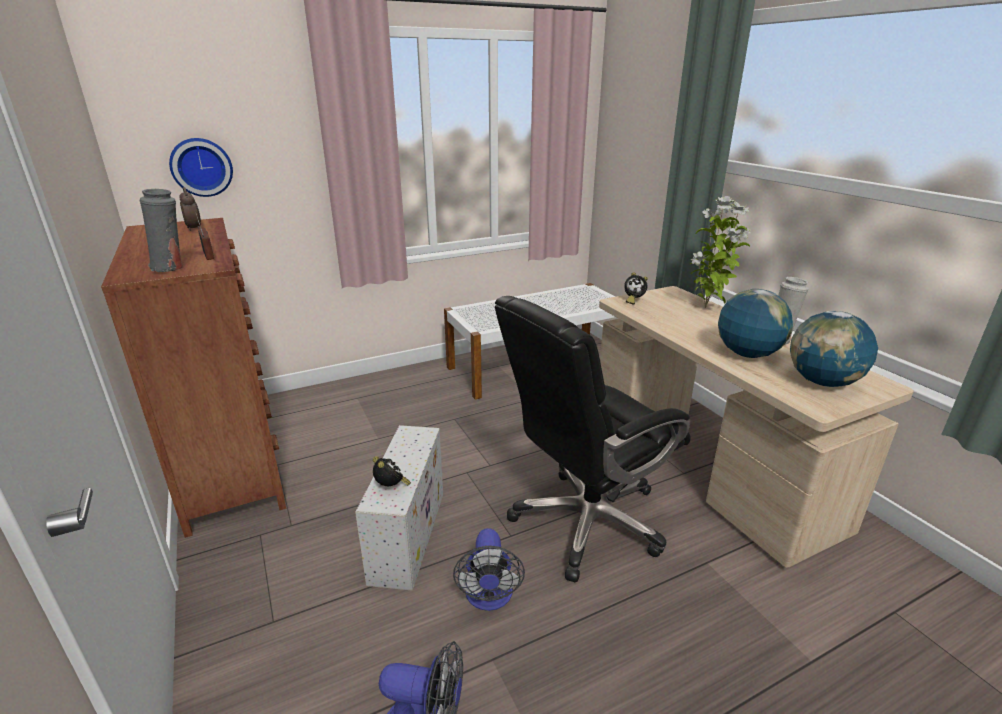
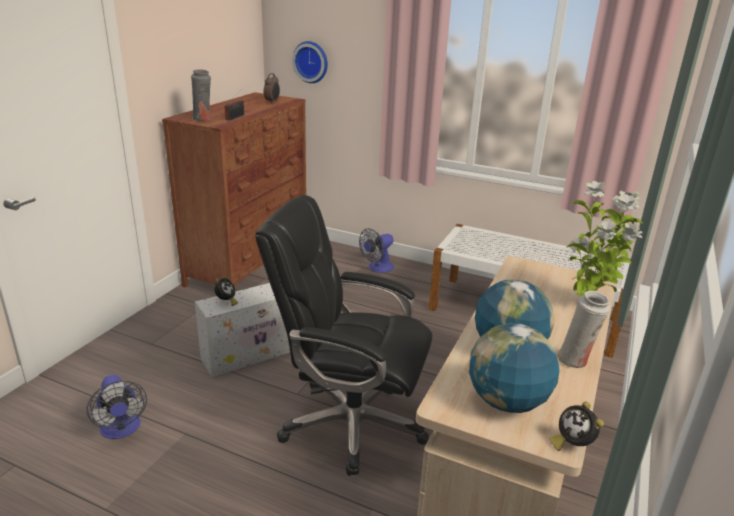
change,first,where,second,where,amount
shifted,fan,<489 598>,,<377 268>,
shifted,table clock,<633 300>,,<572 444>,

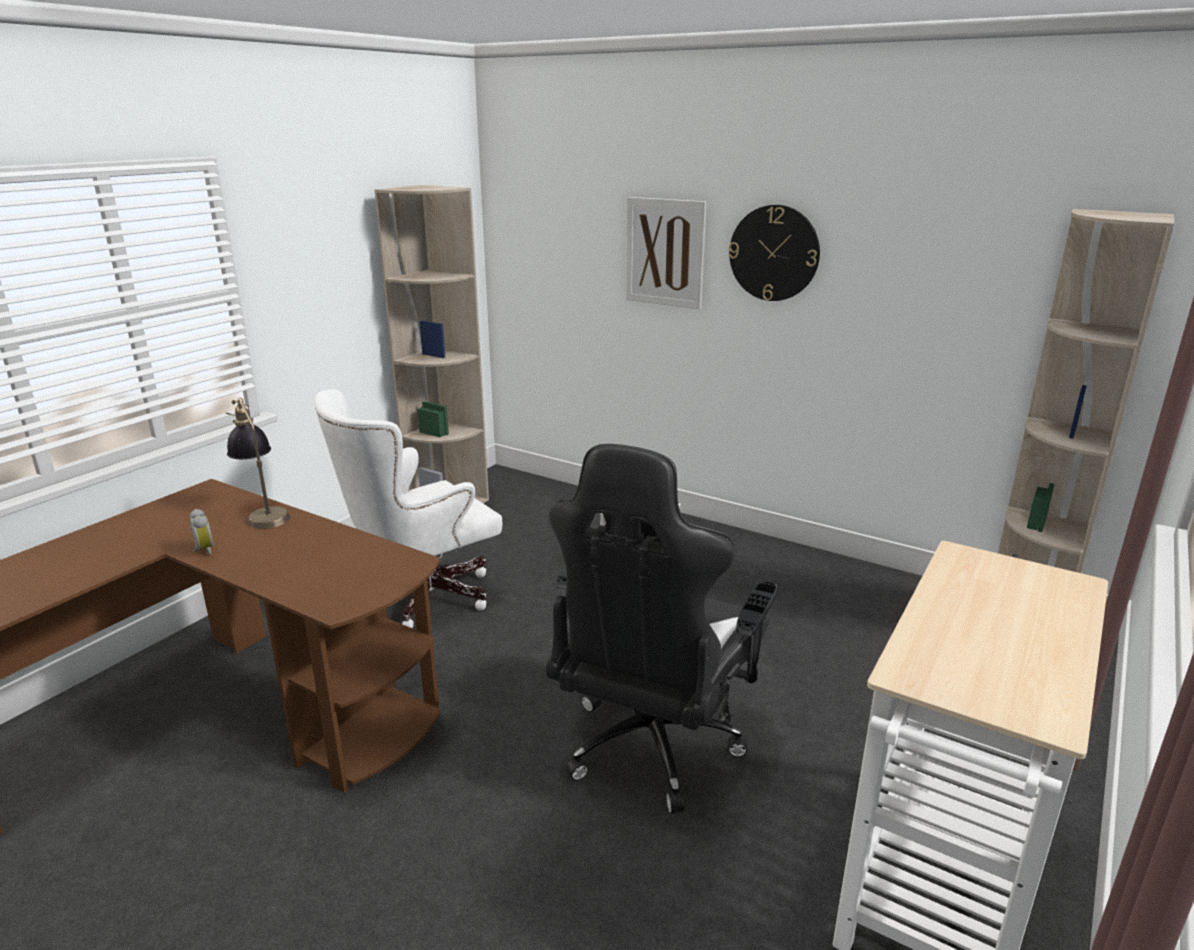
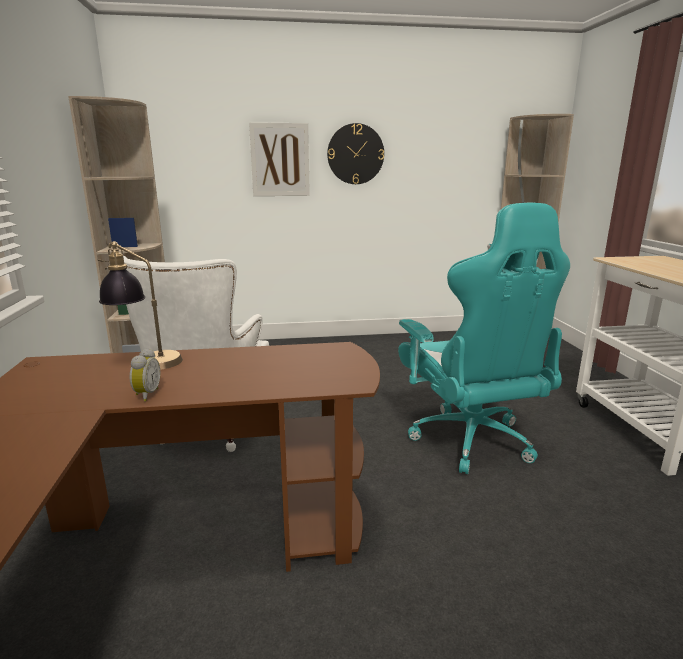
change,first,where,second,where,amount
repainted,black office chair,<655 738>,turquoise-coloured office chair,<467 436>,
rotated,table clock,<203 551>,,<146 395>,75 degrees clockwise

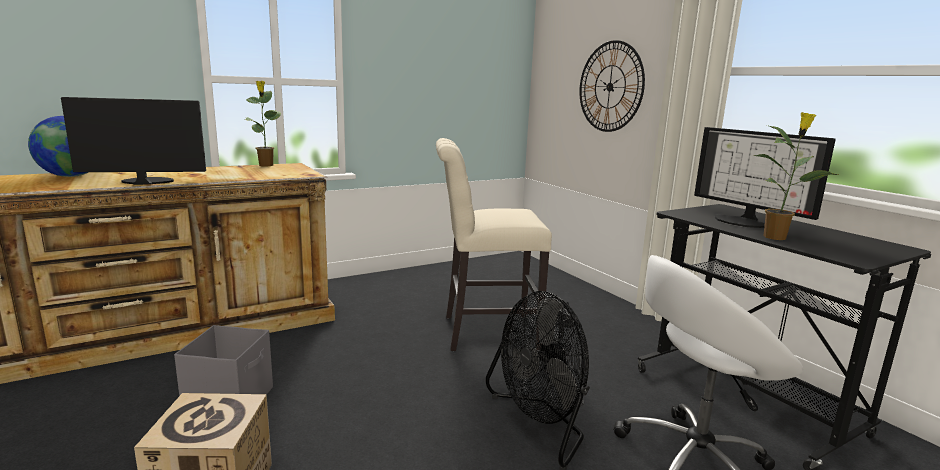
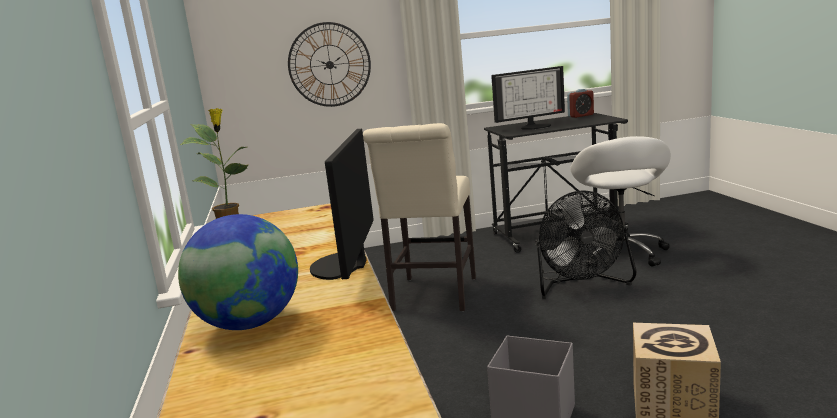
change,first,where,second,where,amount
gone,houseplant,<776 237>,,,
new,,,table clock,<580 115>,

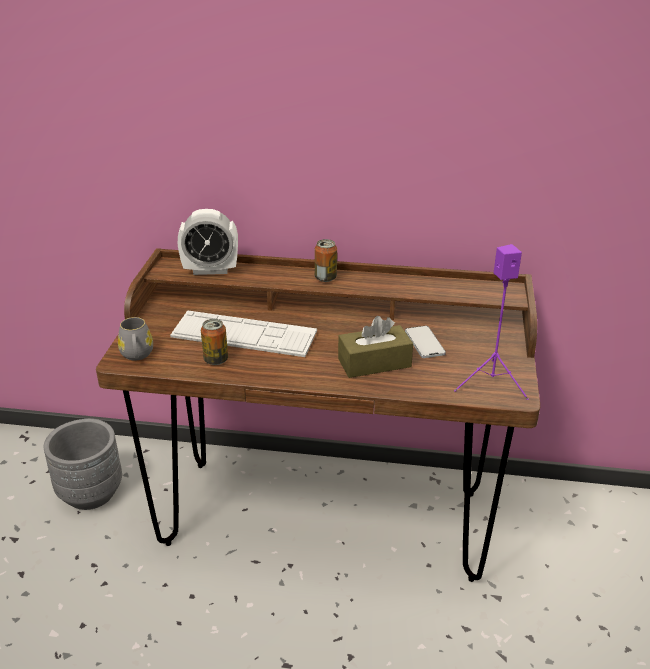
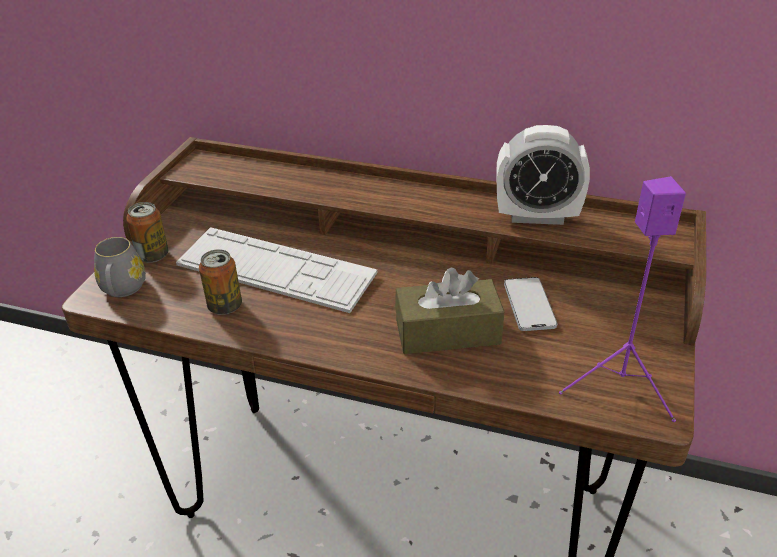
change,first,where,second,where,amount
gone,greyish planter,<91 493>,,,
shifted,table clock,<210 270>,,<536 216>,
shifted,can,<325 278>,,<153 255>,

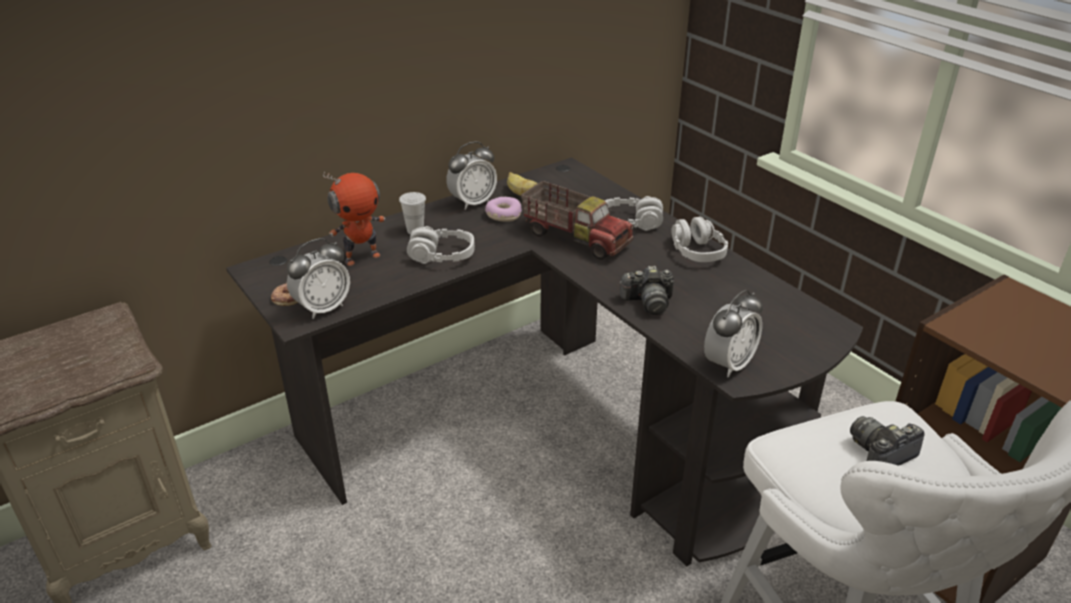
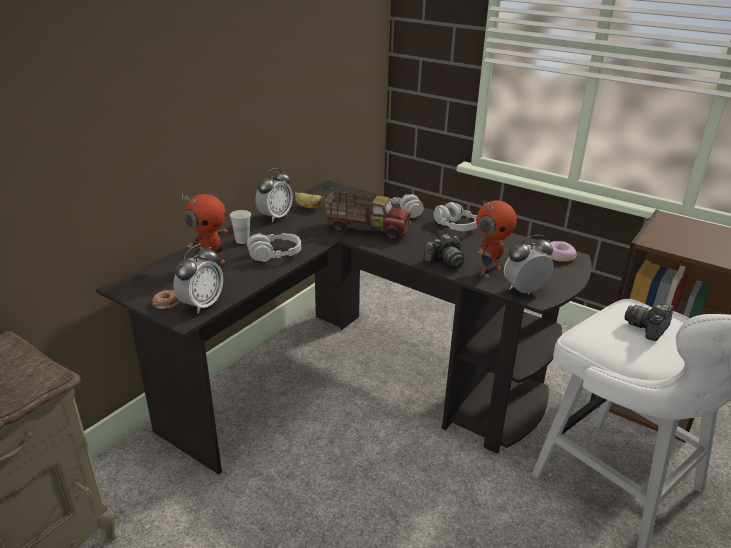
change,first,where,second,where,amount
new,,,model robot,<489 271>,
shifted,ring doughnut,<503 215>,,<558 256>,
rotated,table clock,<728 364>,,<524 290>,135 degrees counterclockwise

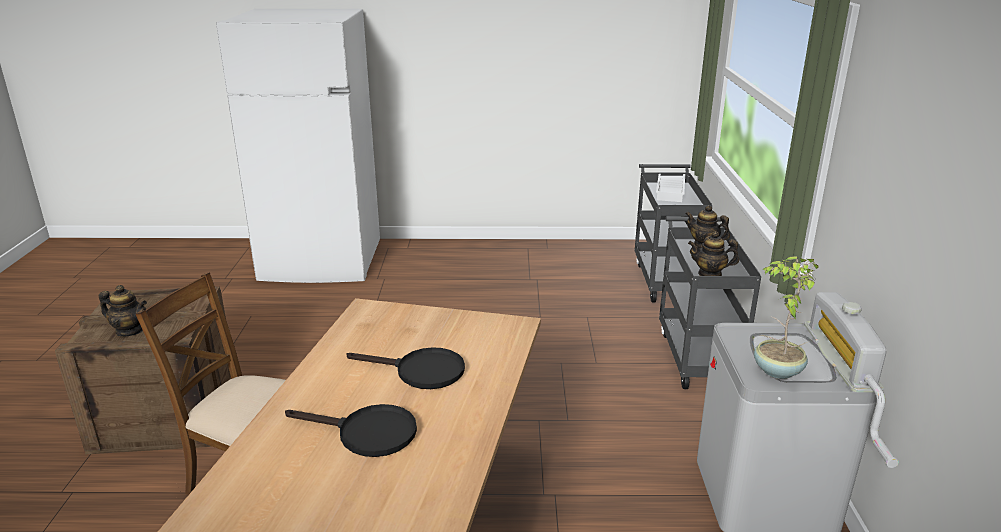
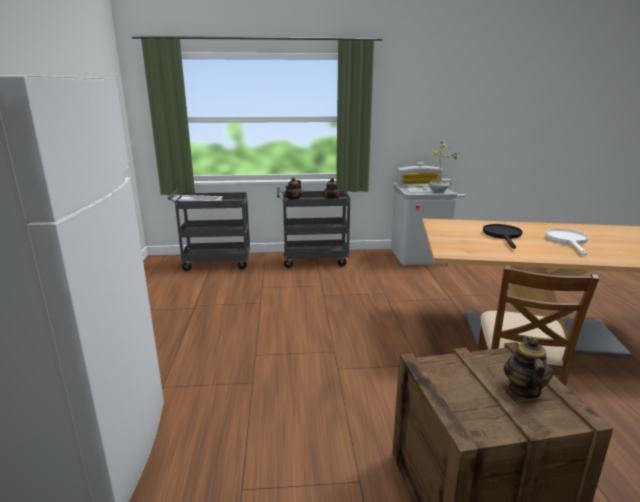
change,first,where,second,where,amount
repainted,black skillet,<367 433>,white skillet,<568 241>,

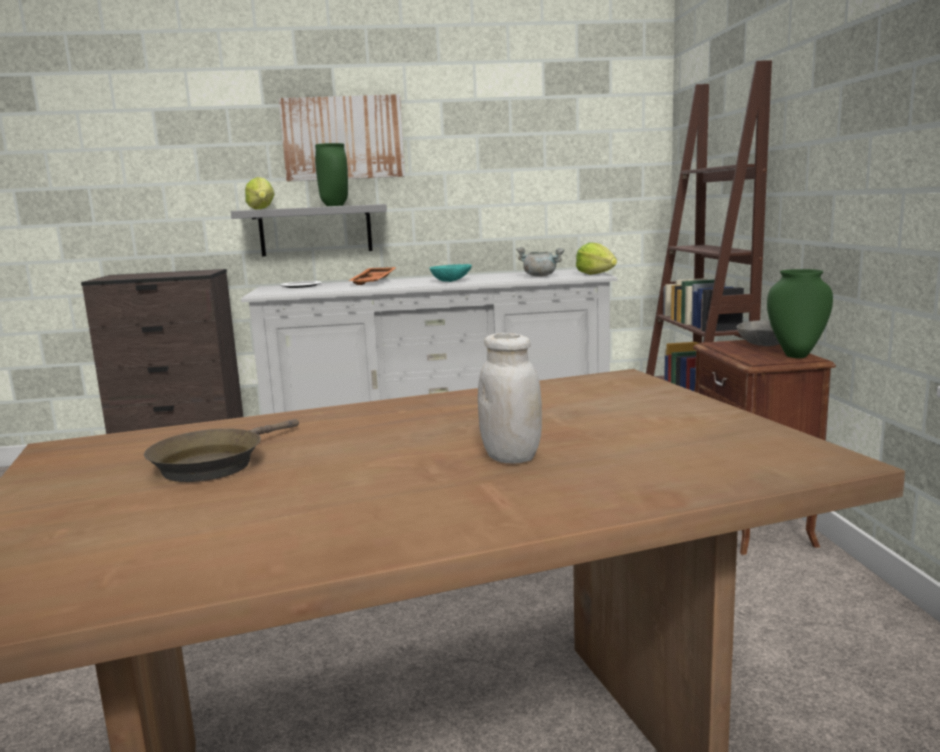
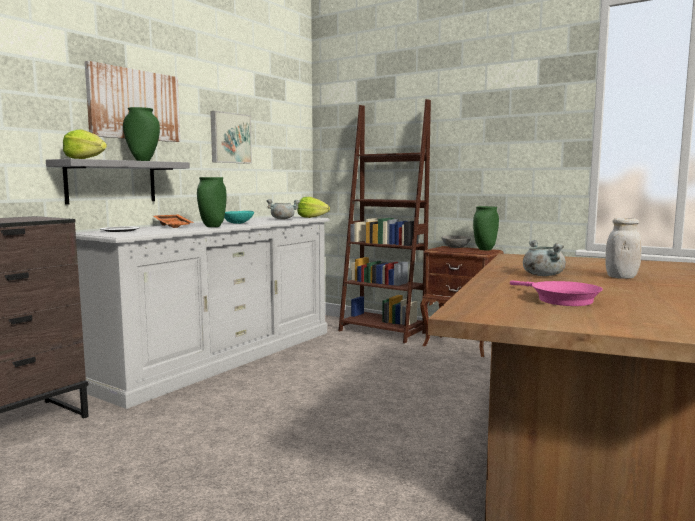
change,first,where,second,where,amount
new,,,green-coloured decorative vase,<213 226>,
new,,,picture,<229 138>,
new,,,greyish saucepot,<542 275>,
repainted,brownish skillet,<214 464>,pink-coloured skillet,<560 299>,

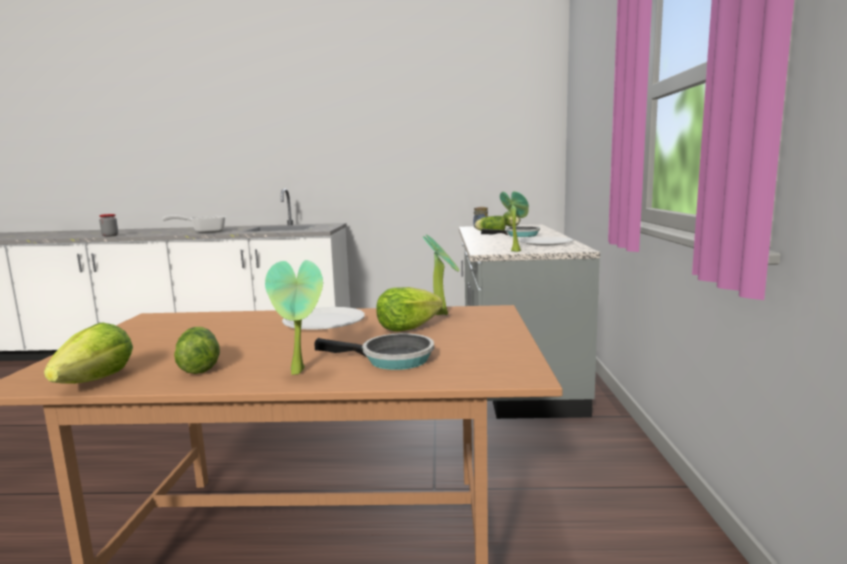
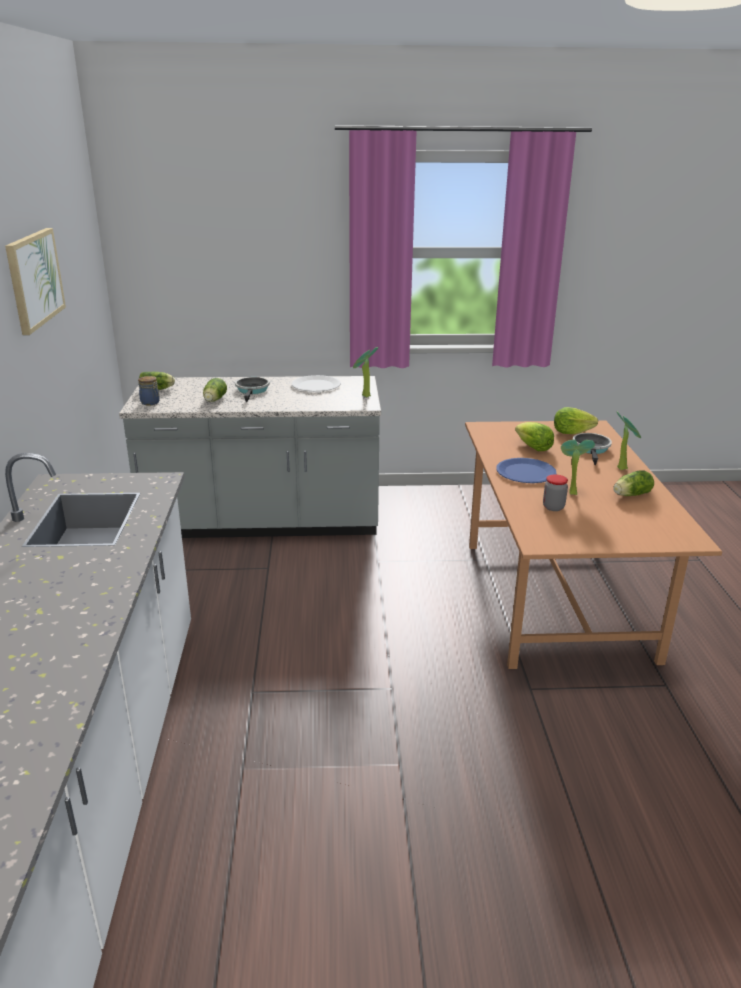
change,first,where,second,where,amount
gone,skillet,<204 232>,,,
new,,,picture,<34 279>,
shifted,lettuce head,<96 381>,,<571 432>,
shifted,storage jar,<110 236>,,<553 507>,
shifted,houseplant,<442 313>,,<570 492>,
repainted,white plate,<324 321>,blue-coloured plate,<526 472>,

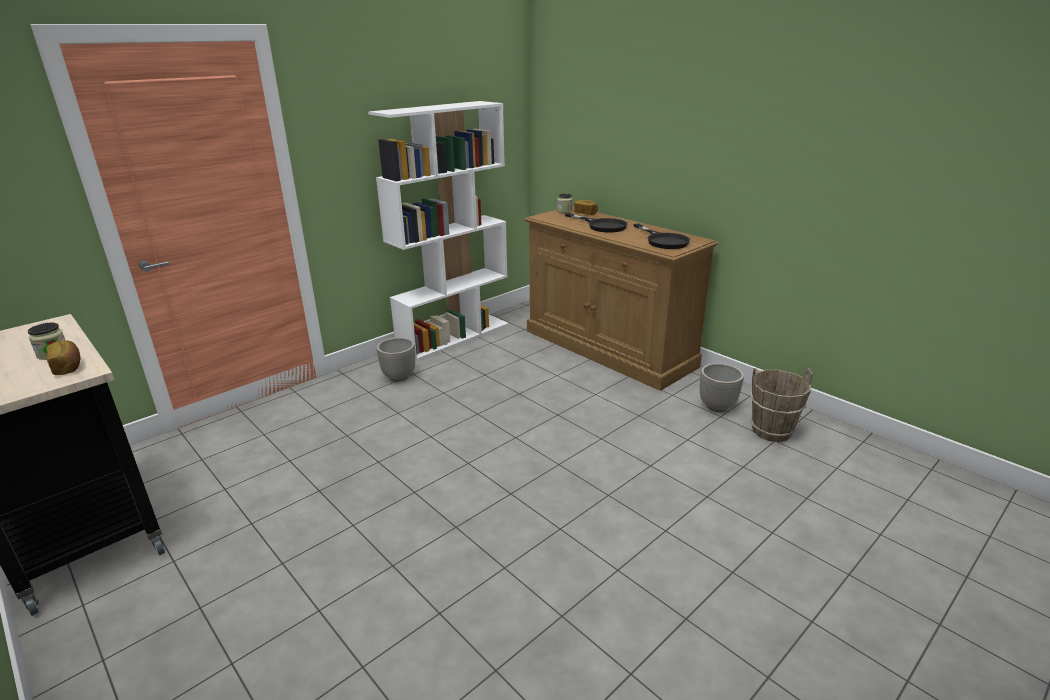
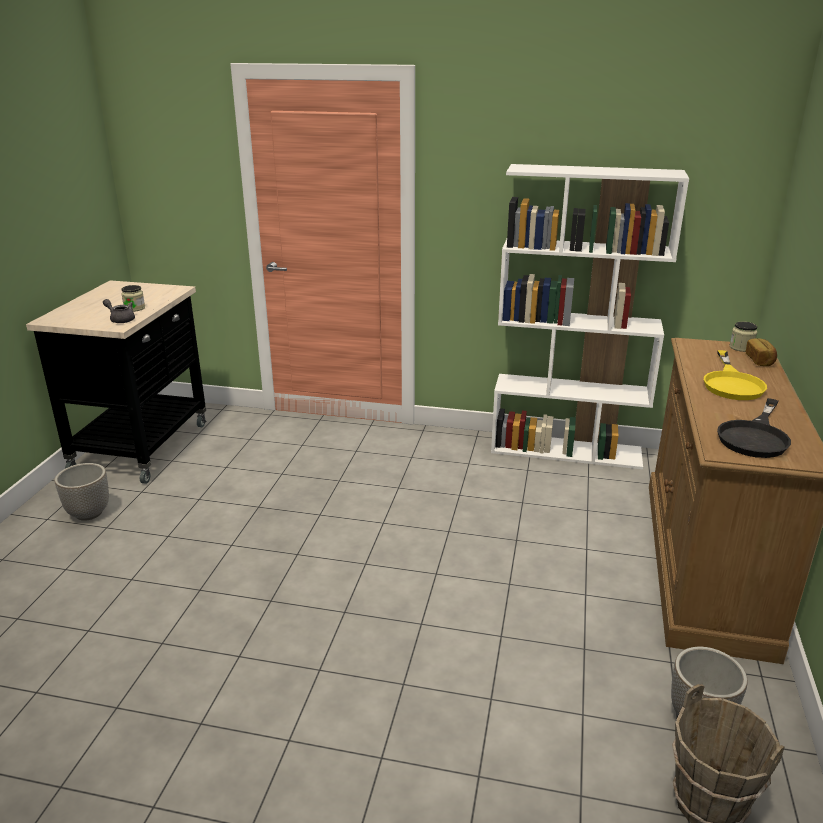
change,first,where,second,where,amount
shifted,planter,<399 377>,,<88 514>,
swapped,bakery bread,<68 367>,greyish pot for tea,<121 319>,
repainted,black skillet,<601 225>,yellow skillet,<732 383>,

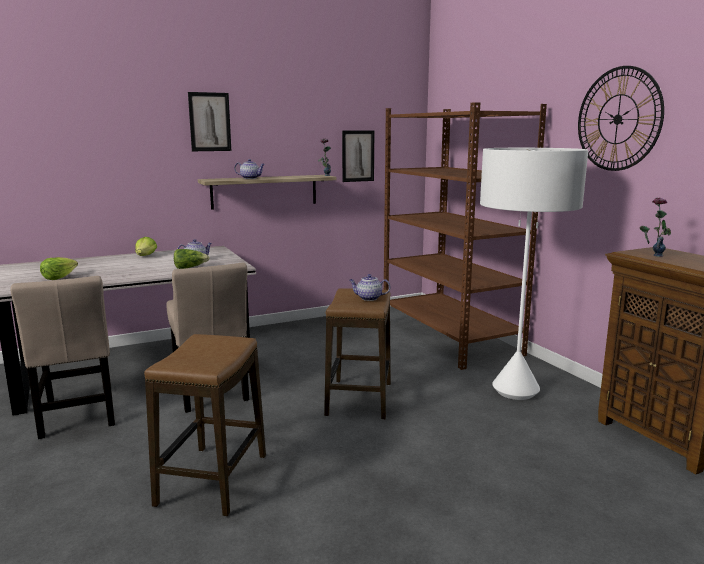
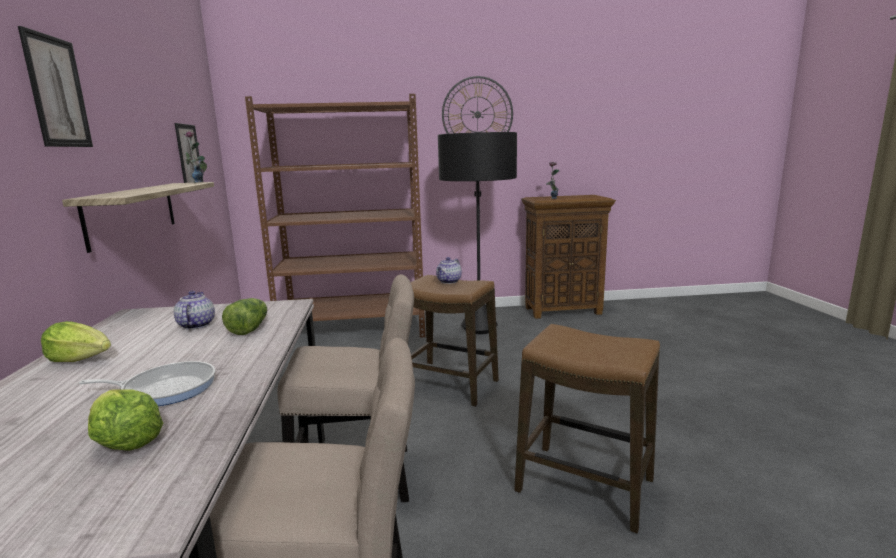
change,first,where,second,where,amount
gone,pot for tea,<250 178>,,,
new,,,skillet,<165 389>,
repainted,white standing lamp,<515 392>,black standing lamp,<479 329>,

